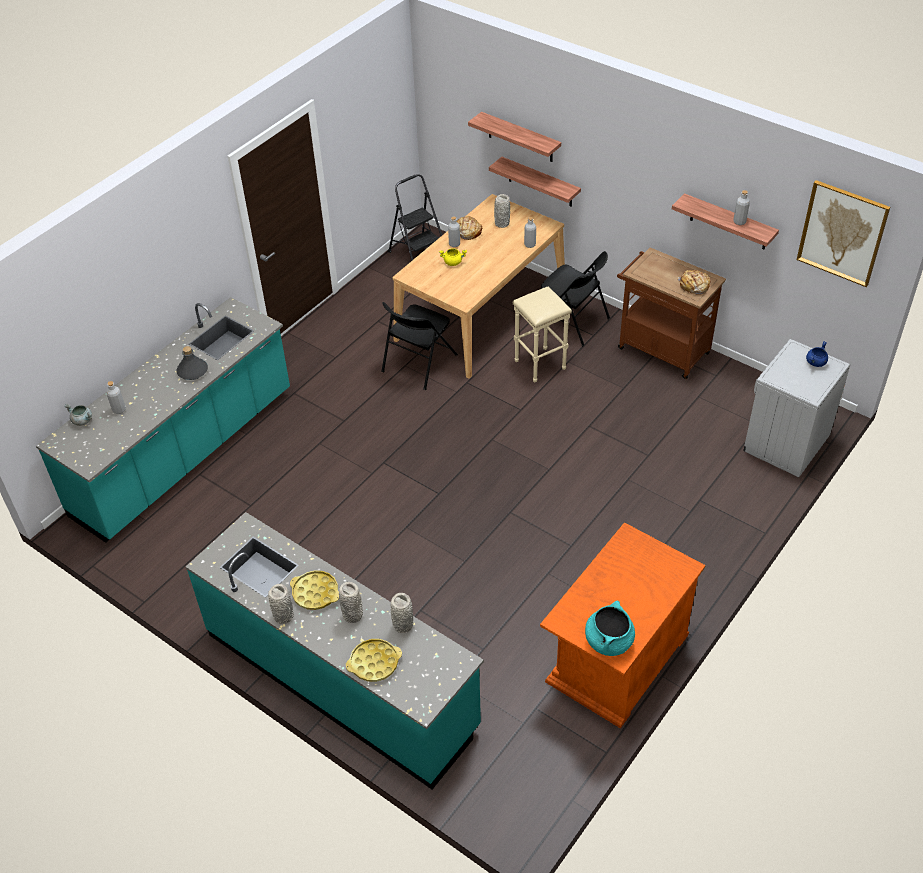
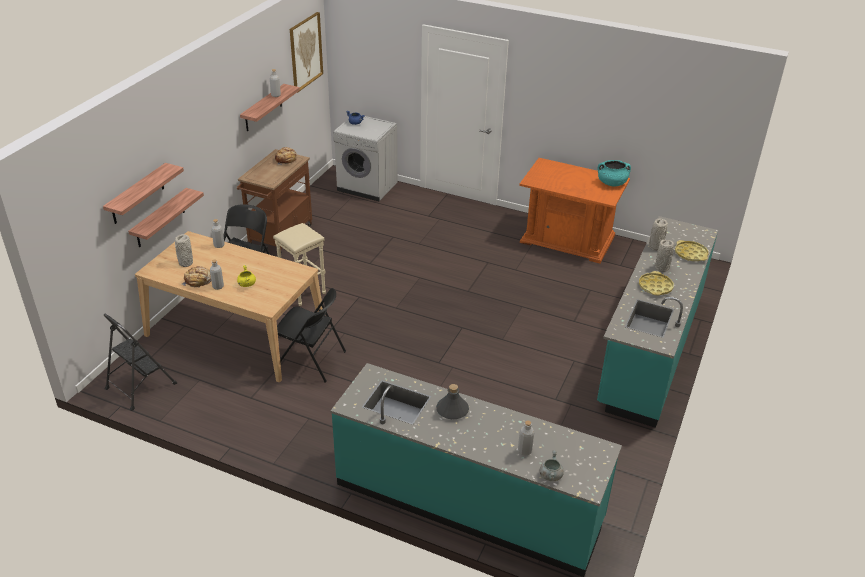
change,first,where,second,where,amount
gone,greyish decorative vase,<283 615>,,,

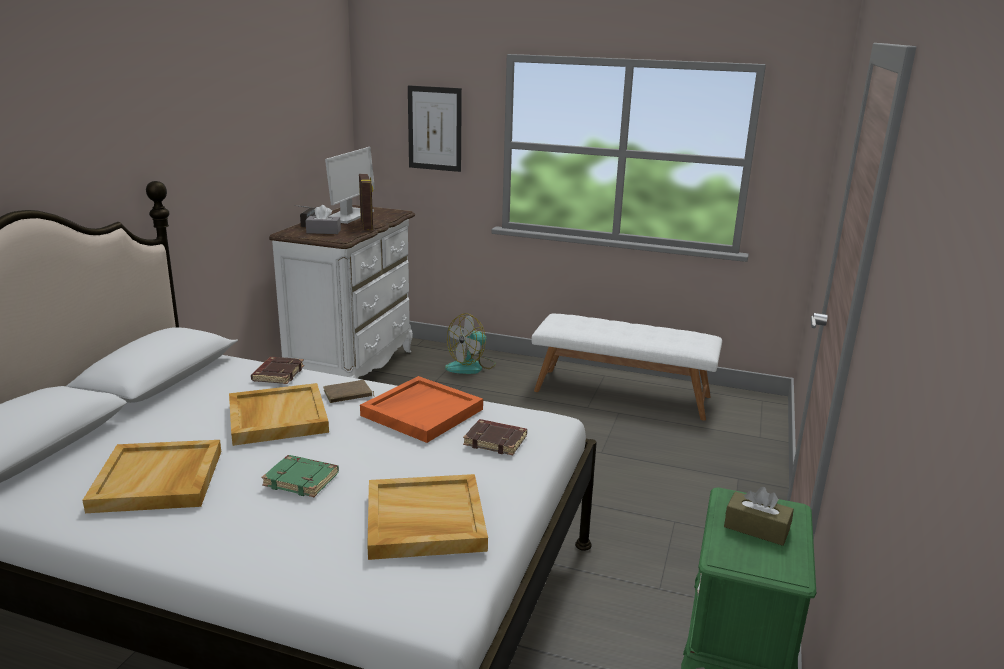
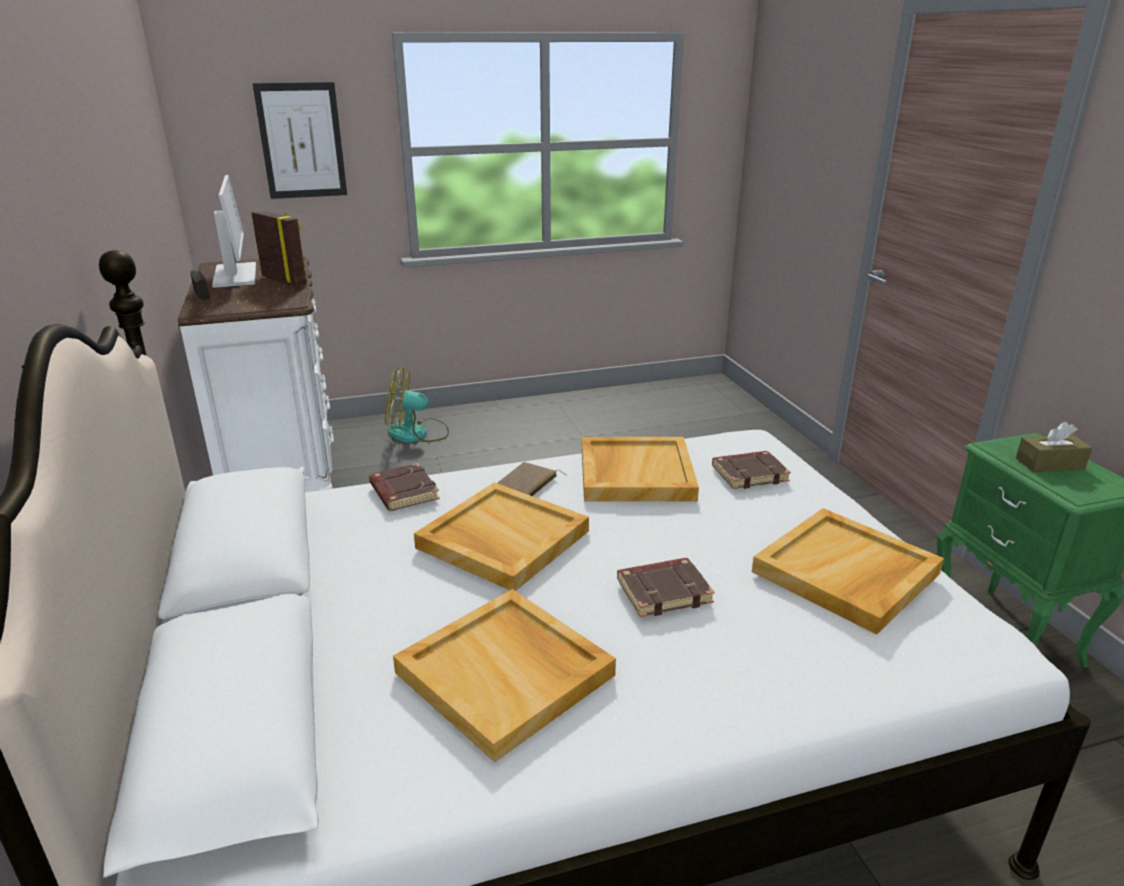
change,first,where,second,where,amount
gone,greyish tissue box,<323 231>,,,
gone,white indoor bench,<622 393>,,,
repainted,green-coloured book,<302 480>,brownish book,<664 591>,
repainted,orangey tray,<422 412>,sand-coloured tray,<635 473>,
rotated,fan,<471 366>,,<417 433>,75 degrees clockwise

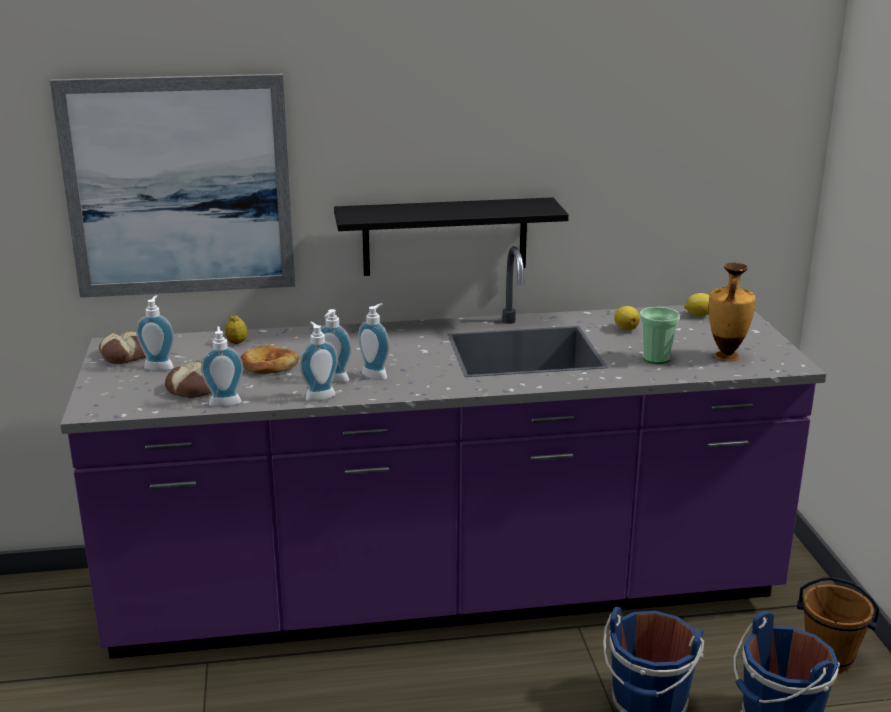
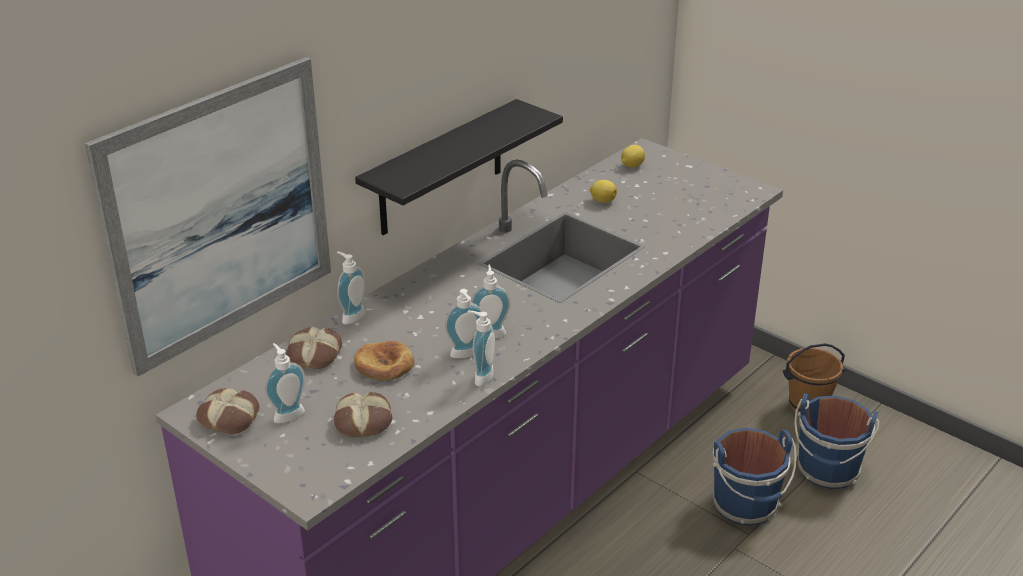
change,first,where,second,where,amount
gone,drinking cup,<656 358>,,,
gone,decorative vase,<725 357>,,,
shifted,soap dispenser,<225 401>,,<351 316>,
swapped,citrus fruit,<237 342>,bakery bread,<314 354>,

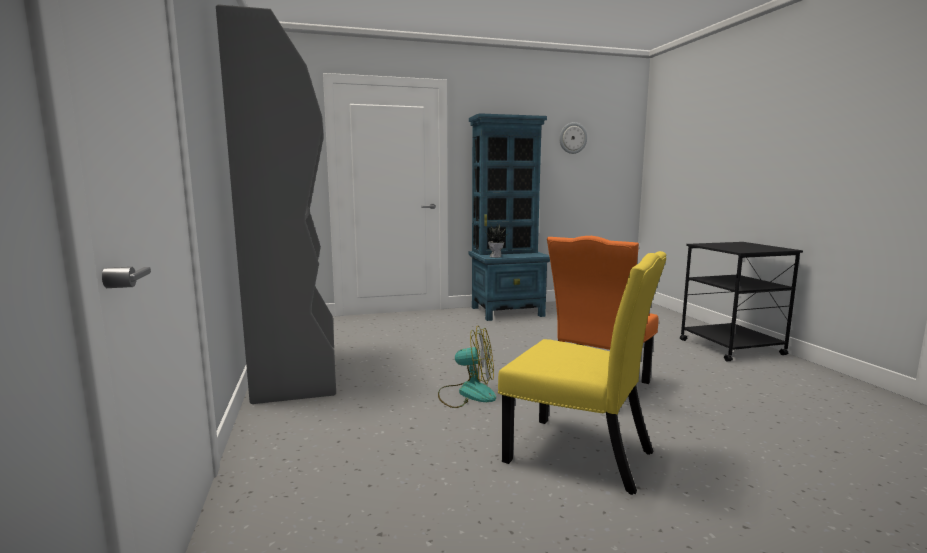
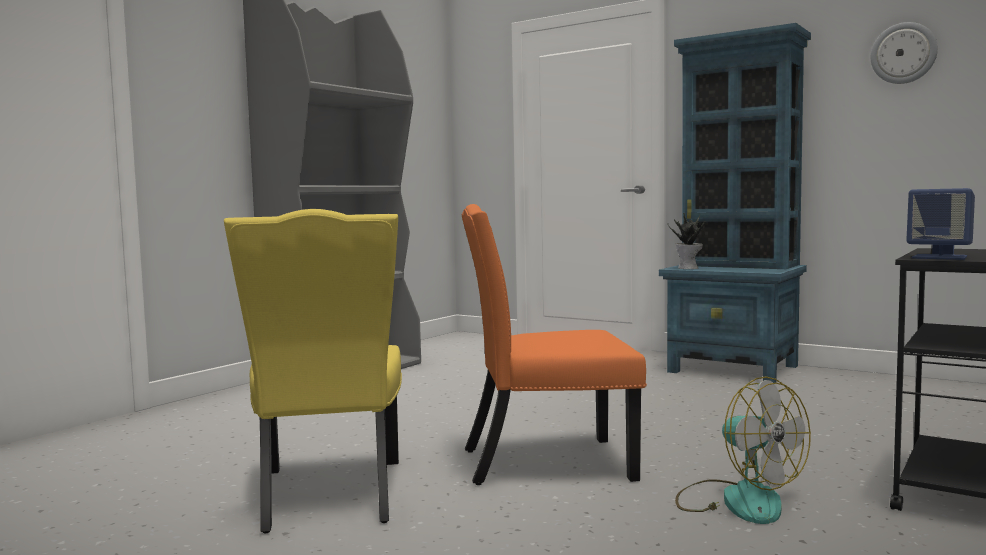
change,first,where,second,where,amount
new,,,blue-coloured speaker,<940 257>,
shifted,fan,<467 393>,,<737 500>,

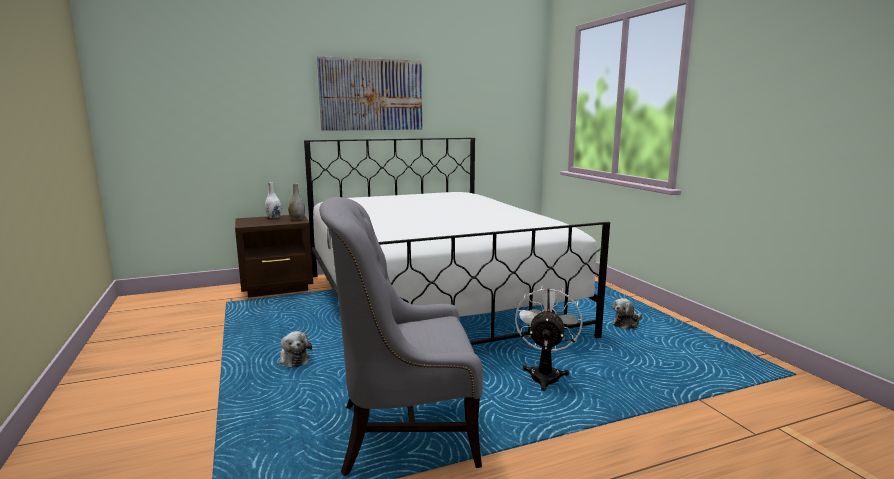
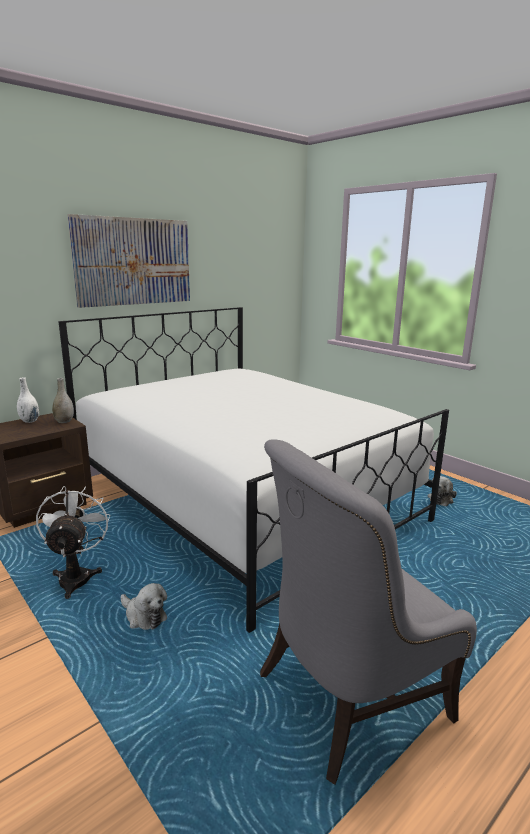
change,first,where,second,where,amount
shifted,white fan,<545 374>,,<76 576>,

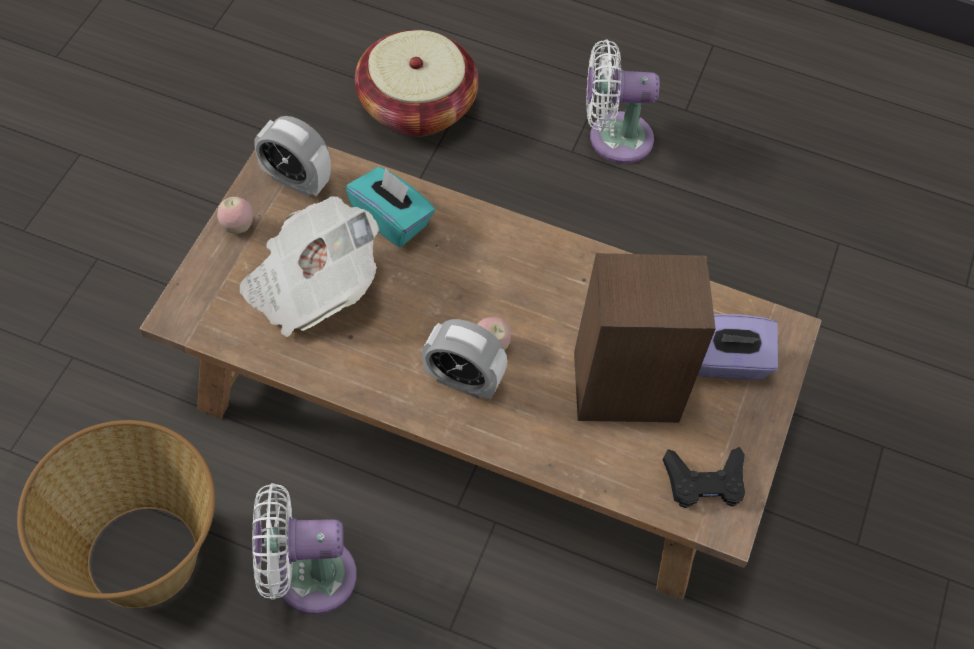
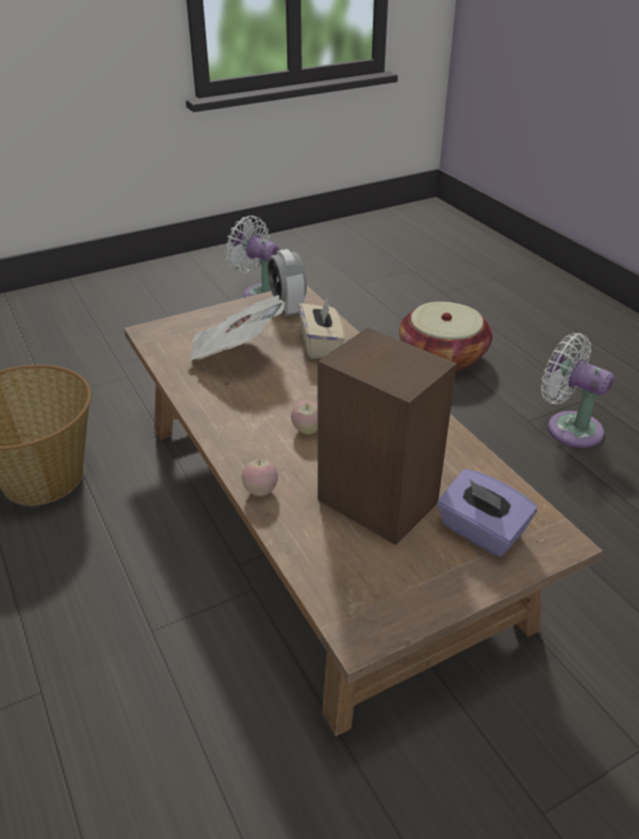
change,first,where,second,where,amount
gone,table clock,<462 381>,,,
gone,black joypad,<704 482>,,,
shifted,whole apple,<237 226>,,<260 491>,
shifted,white fan,<306 576>,,<260 294>,
repainted,turquoise-coloured tissue box,<391 220>,sand-coloured tissue box,<321 345>,

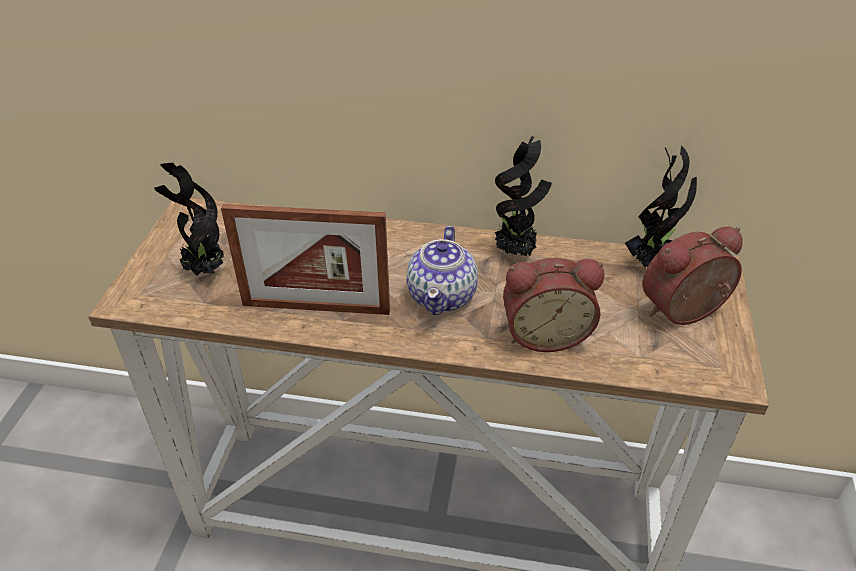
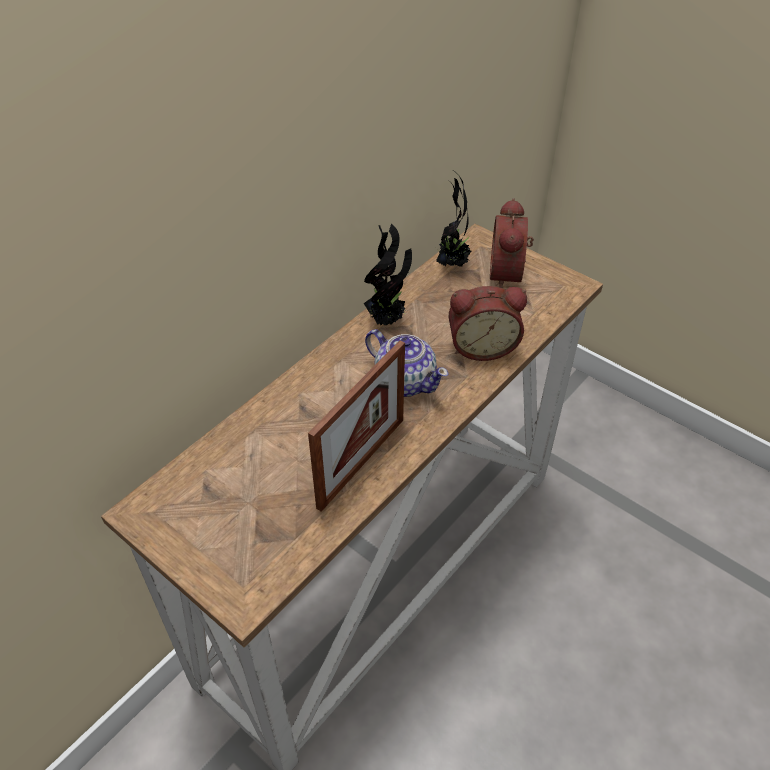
change,first,where,second,where,amount
gone,houseplant,<203 271>,,,
rotated,table clock,<545 333>,,<481 346>,60 degrees clockwise

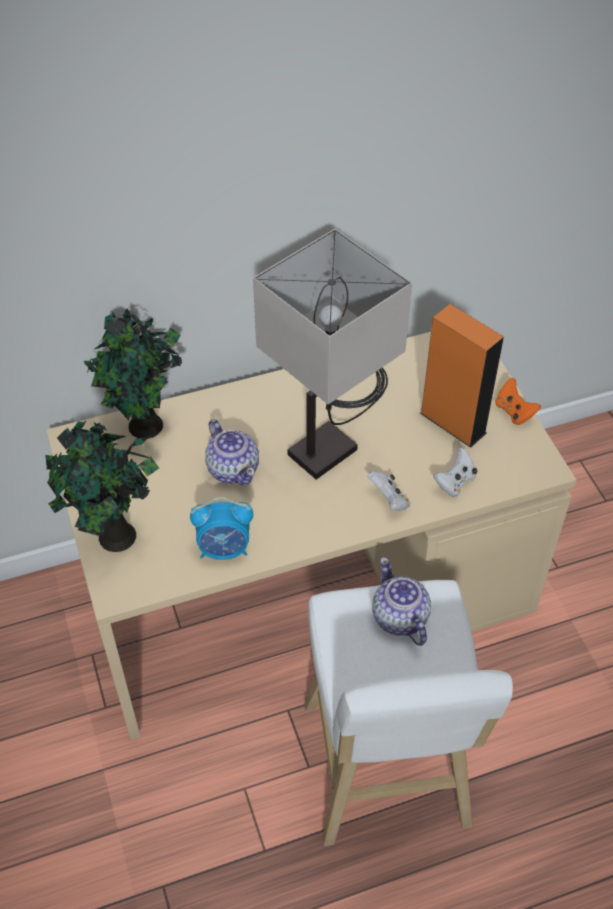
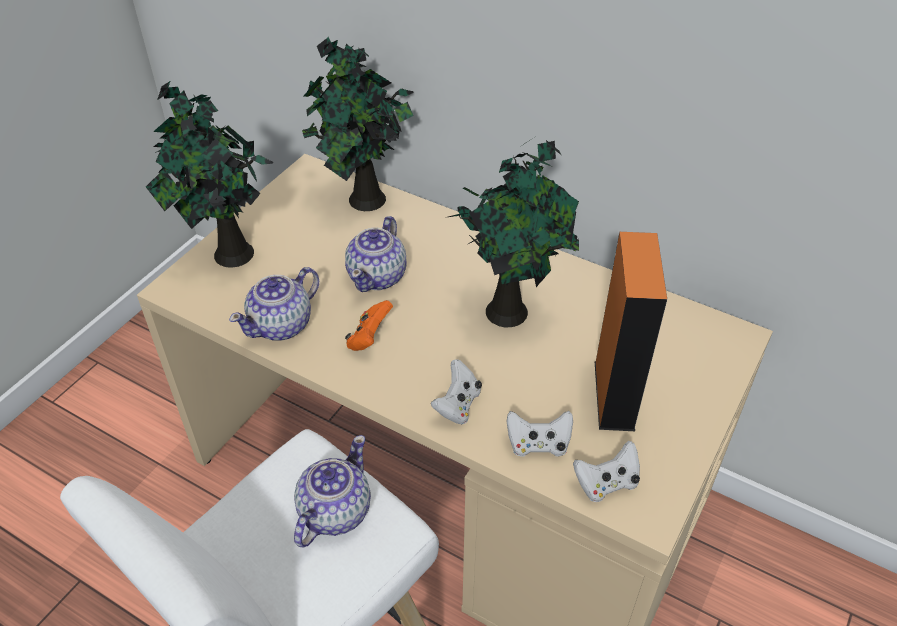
change,first,where,second,where,amount
new,,,white joypad,<606 483>,
shifted,orangey joypad,<514 412>,,<369 338>,
swapped,table clock,<224 549>,pot for tea,<282 325>,
swapped,tabletop lamp,<338 422>,houseplant,<510 310>,

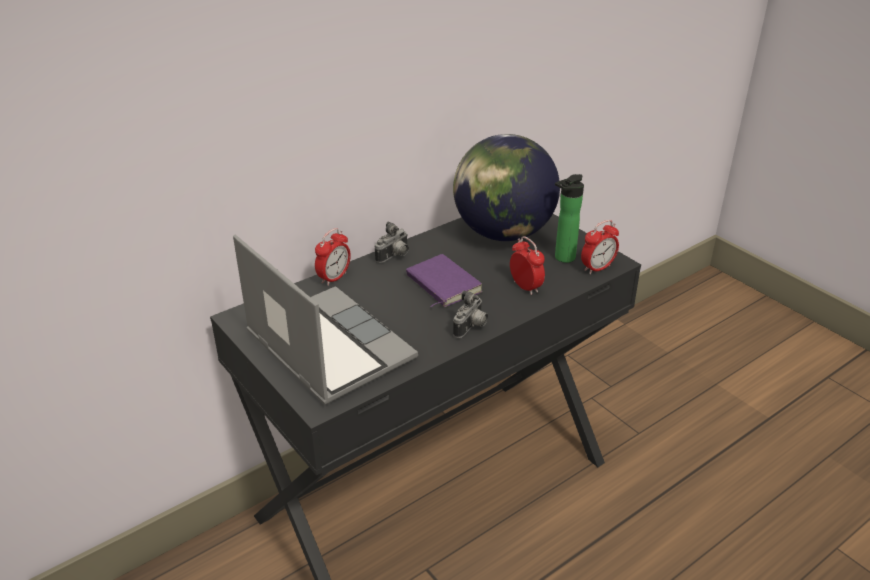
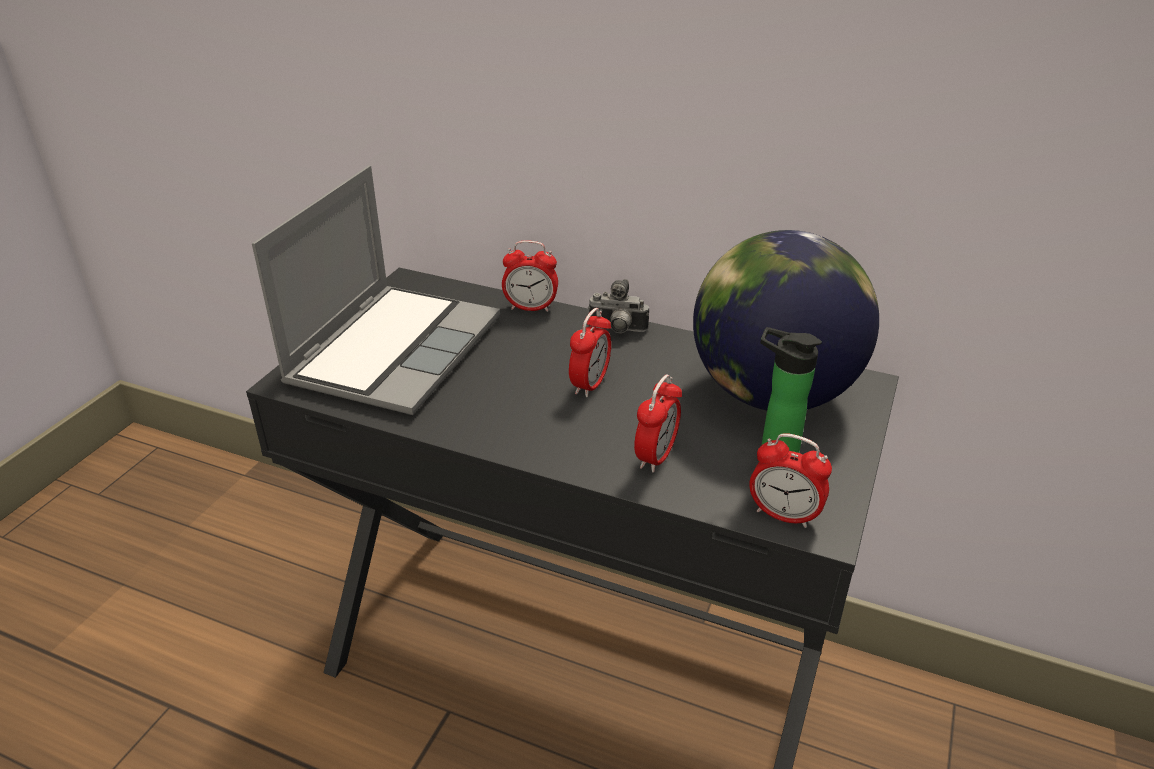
change,first,where,second,where,amount
gone,photo camera,<471 327>,,,
swapped,purple-coloured book,<441 285>,table clock,<590 384>,

